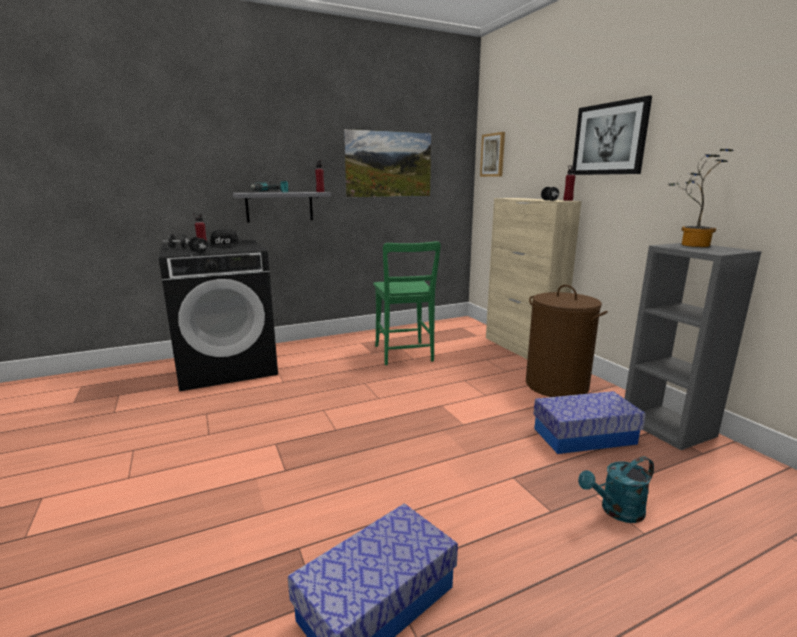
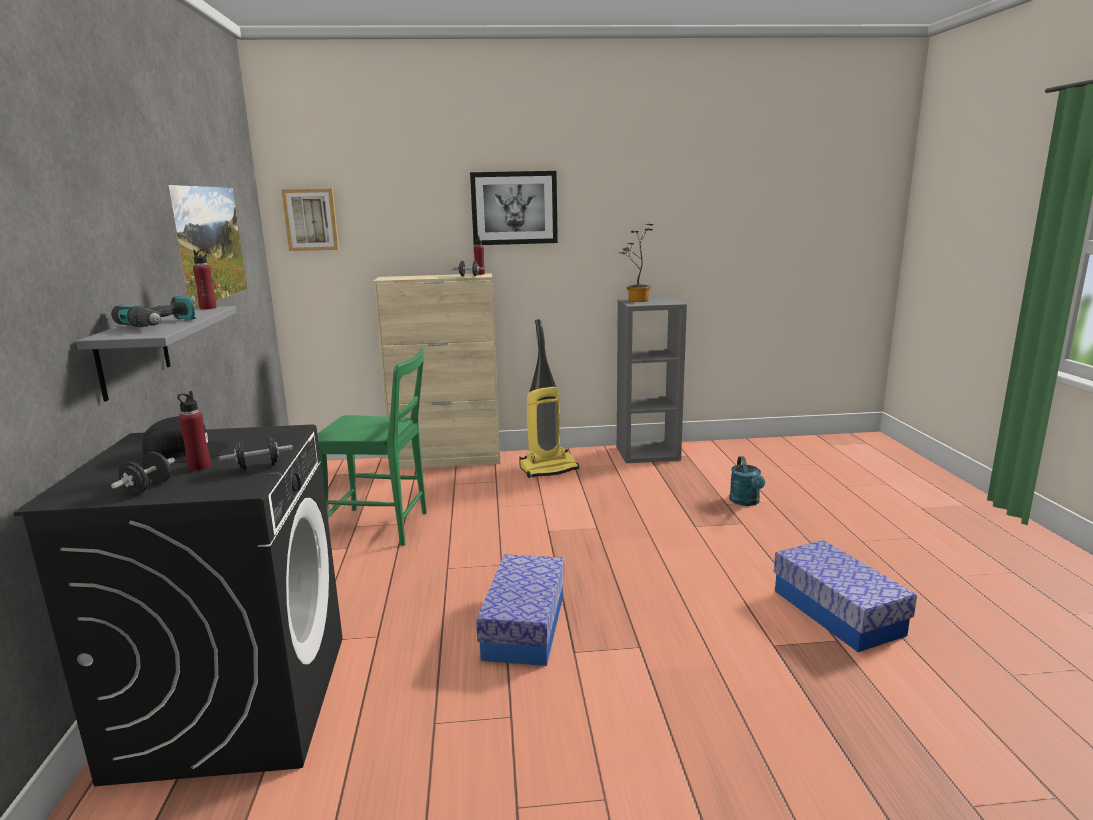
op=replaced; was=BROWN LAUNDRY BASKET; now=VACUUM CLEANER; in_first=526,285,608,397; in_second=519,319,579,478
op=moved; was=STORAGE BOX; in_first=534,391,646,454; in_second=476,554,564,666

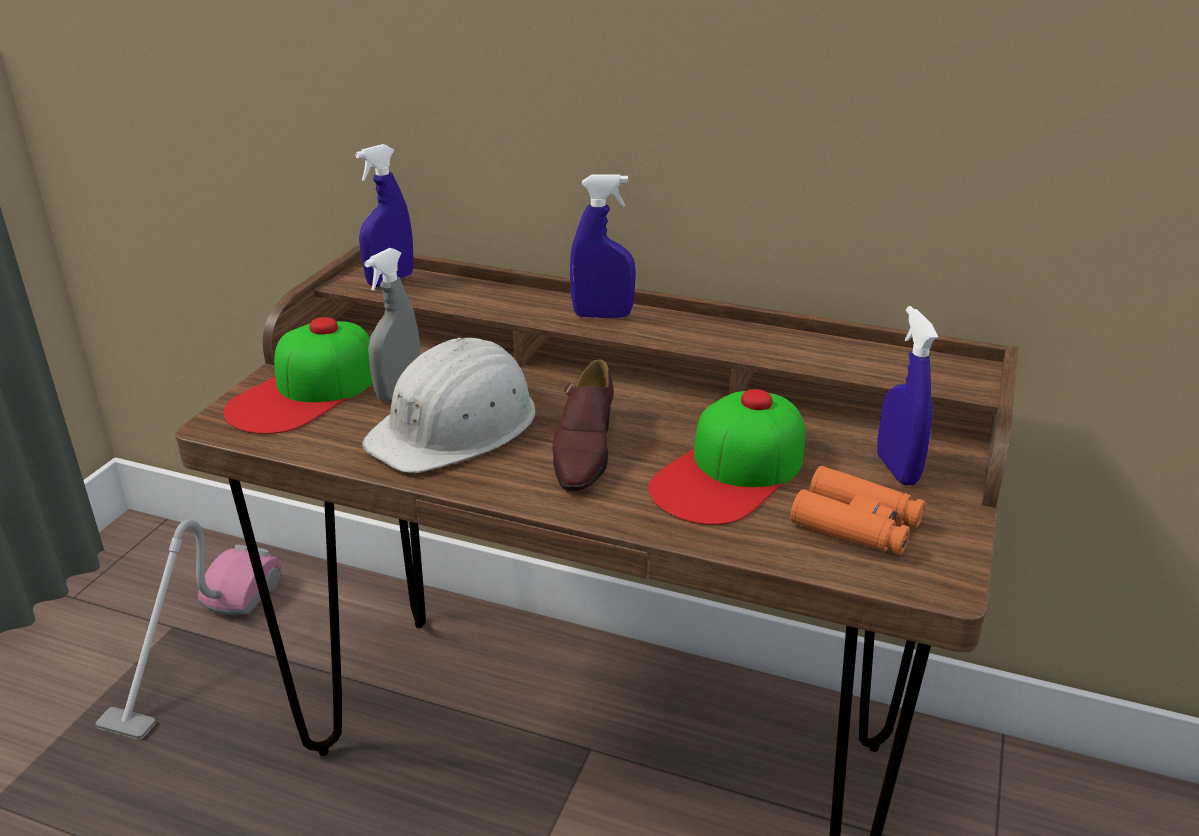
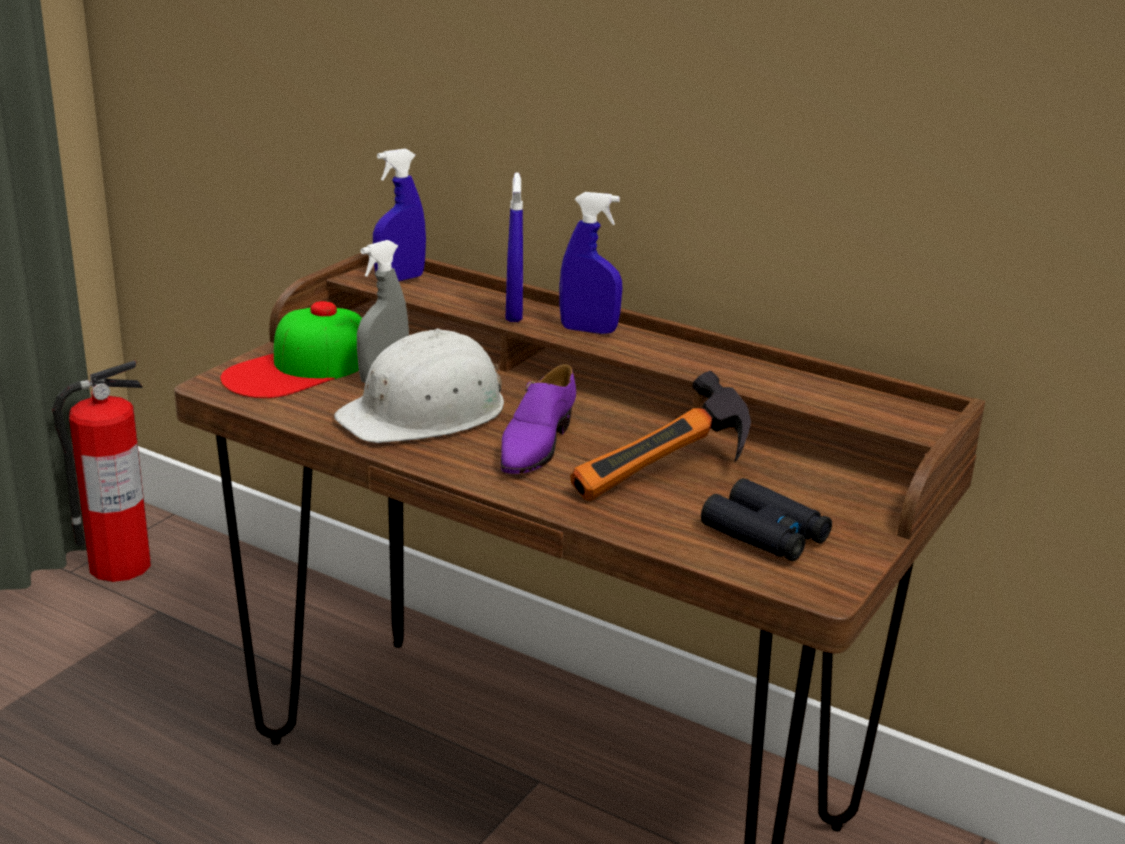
op=moved; was=BLUE SPRAY BOTTLE; in_first=877,306,938,486; in_second=505,173,523,322
op=recoloured; was=BROWN SHOE; now=PURPLE SHOE; in_first=552,360,614,491; in_second=501,364,576,474
op=replaced; was=CAP; now=HAMMER; in_first=648,389,805,525; in_second=570,371,751,501
op=recoloured; was=ORANGE BINOCULARS; now=BLACK BINOCULARS; in_first=790,466,925,555; in_second=701,478,832,561
op=removed; was=VACUUM CLEANER; in_first=96,520,281,739
op=added; now=FIRE EXTINGUISHER; in_second=52,360,151,582

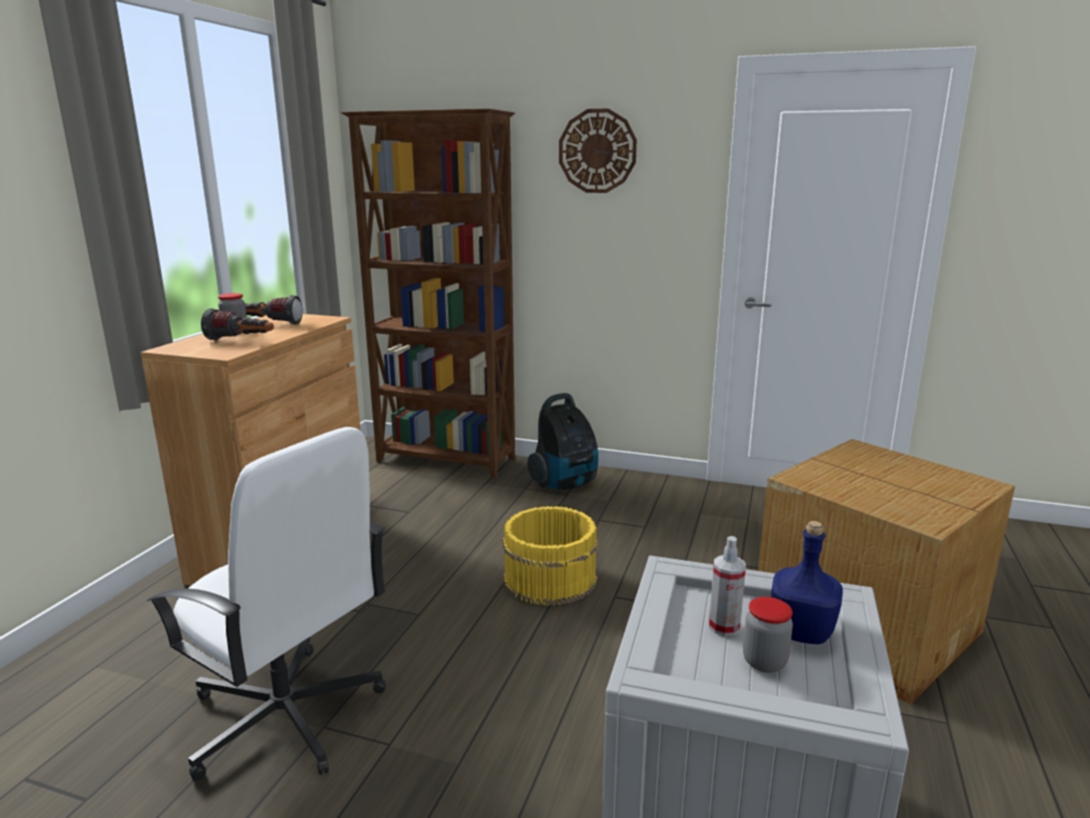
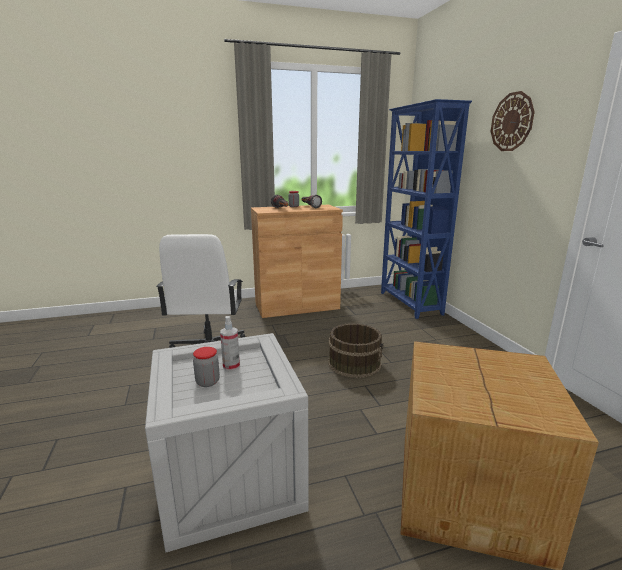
op=recoloured; was=BROWN BOOKCASE; now=BLUE BOOKCASE; in_first=341,109,515,479; in_second=381,99,472,319
op=removed; was=VACUUM CLEANER; in_first=527,393,598,490
op=recoloured; was=YELLOW BUCKET; now=BROWN BUCKET; in_first=502,506,598,606; in_second=328,323,384,378
op=removed; was=BLUE BOTTLE; in_first=771,521,843,644

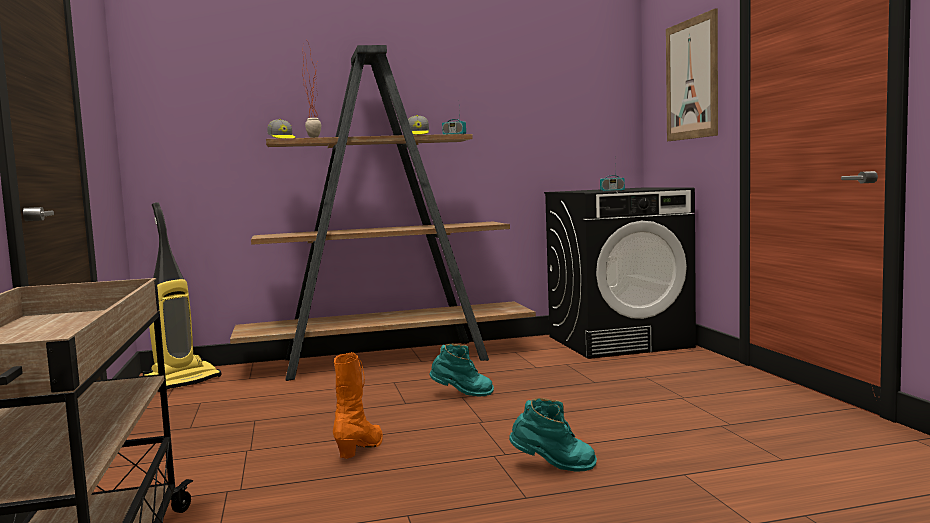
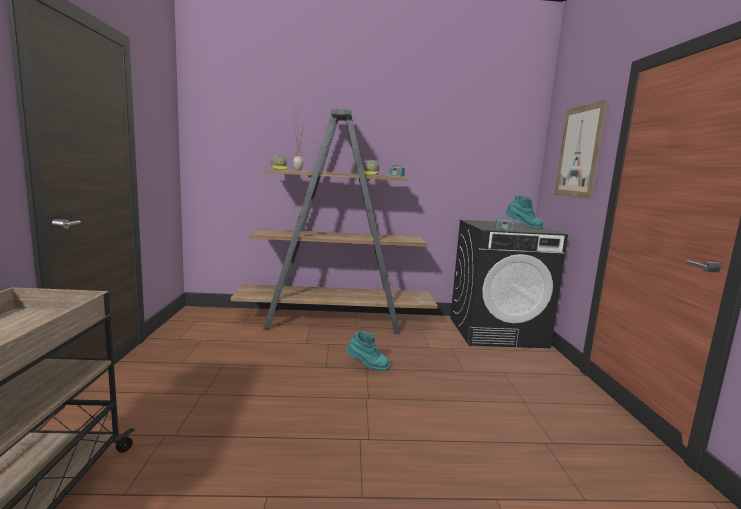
op=removed; was=VACUUM CLEANER; in_first=143,202,221,392
op=removed; was=ORANGE BOOT; in_first=333,352,383,459
op=moved; was=TURQUOISE BOOT; in_first=509,398,597,472; in_second=505,195,543,229

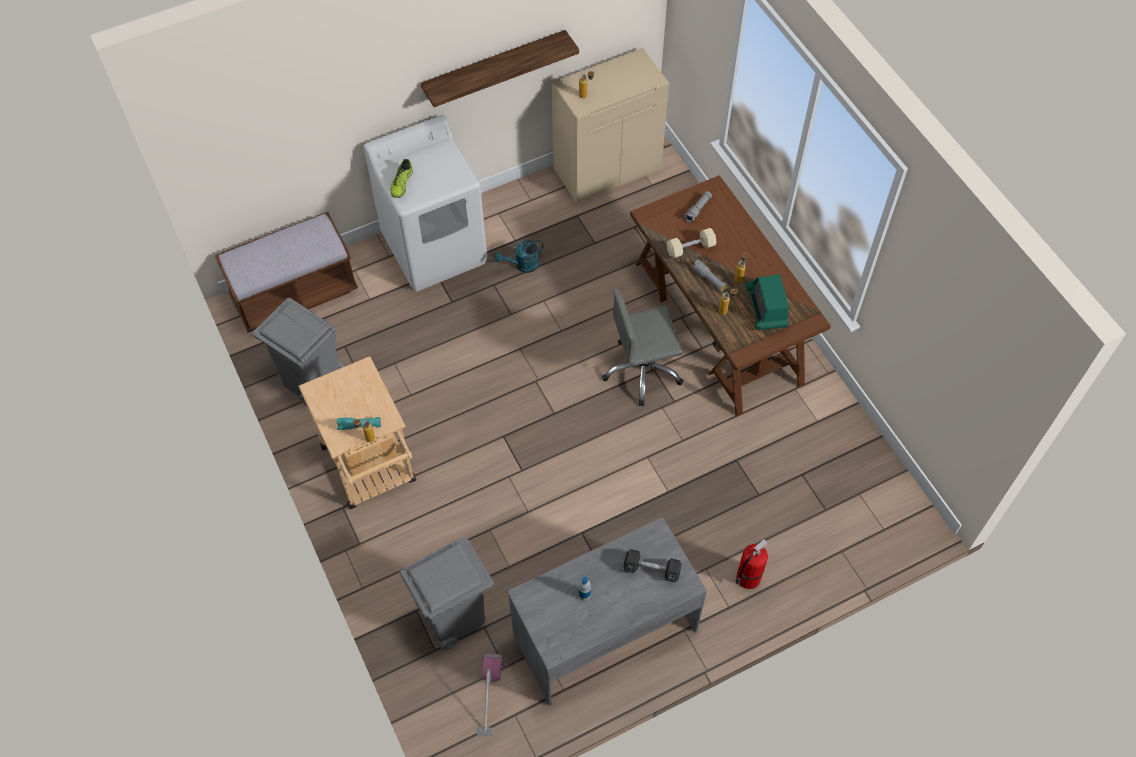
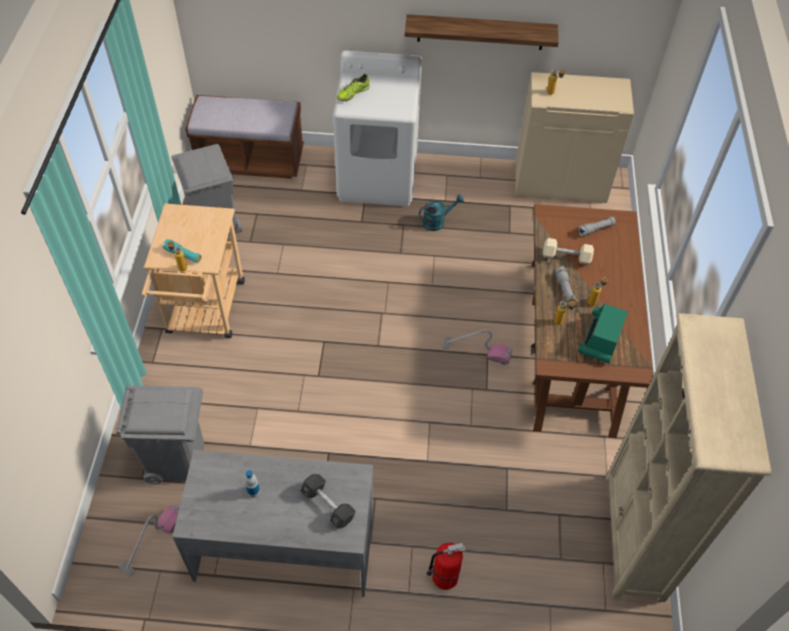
op=turned; was=TURQUOISE WATERING CAN; in_first=495,239,544,273; in_second=419,194,464,231; clockwise=150
op=replaced; was=GREY OFFICE CHAIR; now=VACUUM CLEANER; in_first=602,288,683,406; in_second=442,329,512,365
op=added; now=BEIGE BOOKCASE; in_second=606,313,771,602

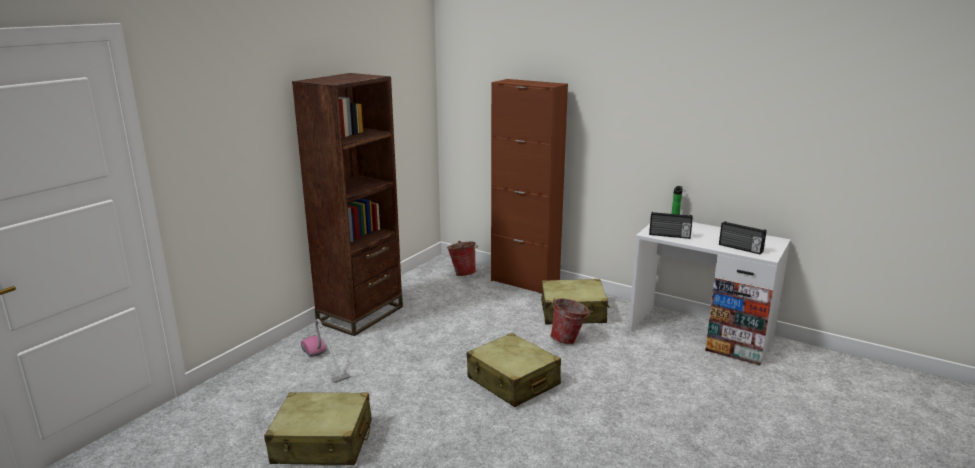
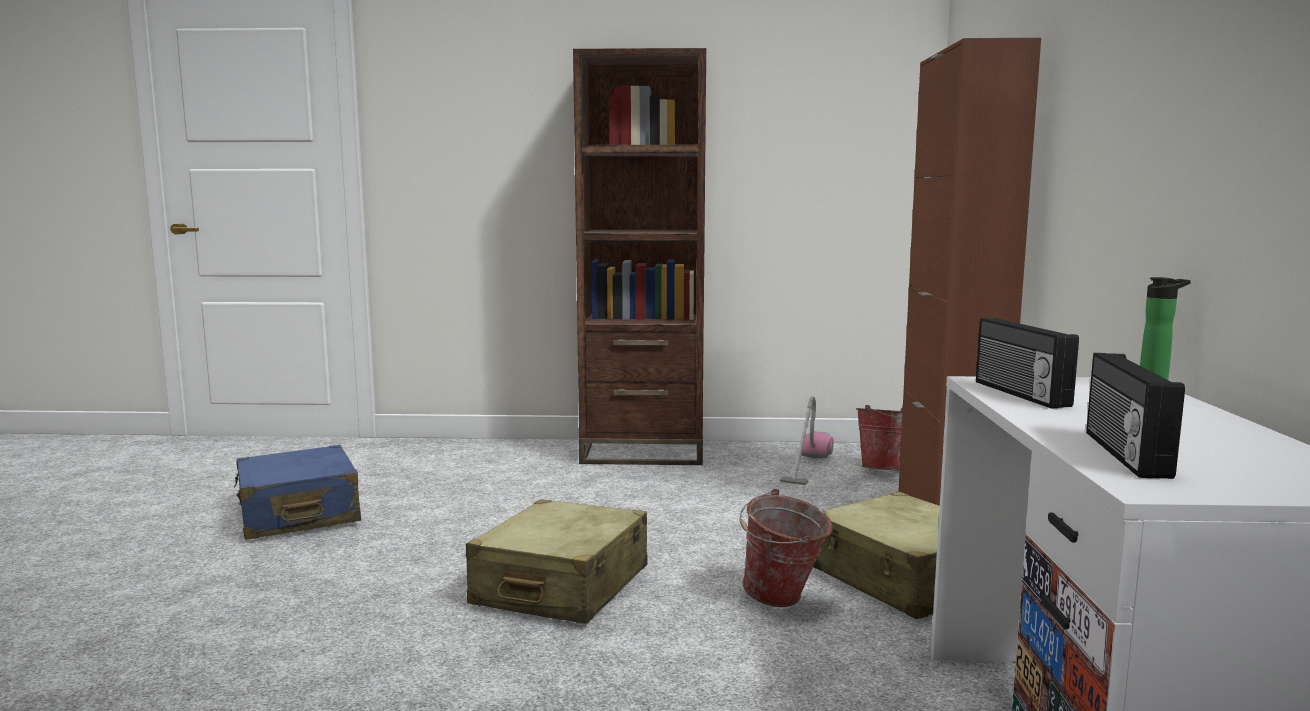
op=moved; was=VACUUM CLEANER; in_first=301,319,350,383; in_second=780,396,834,485
op=recoloured; was=BEIGE SUITCASE; now=BLUE SUITCASE; in_first=264,392,372,465; in_second=234,445,361,540

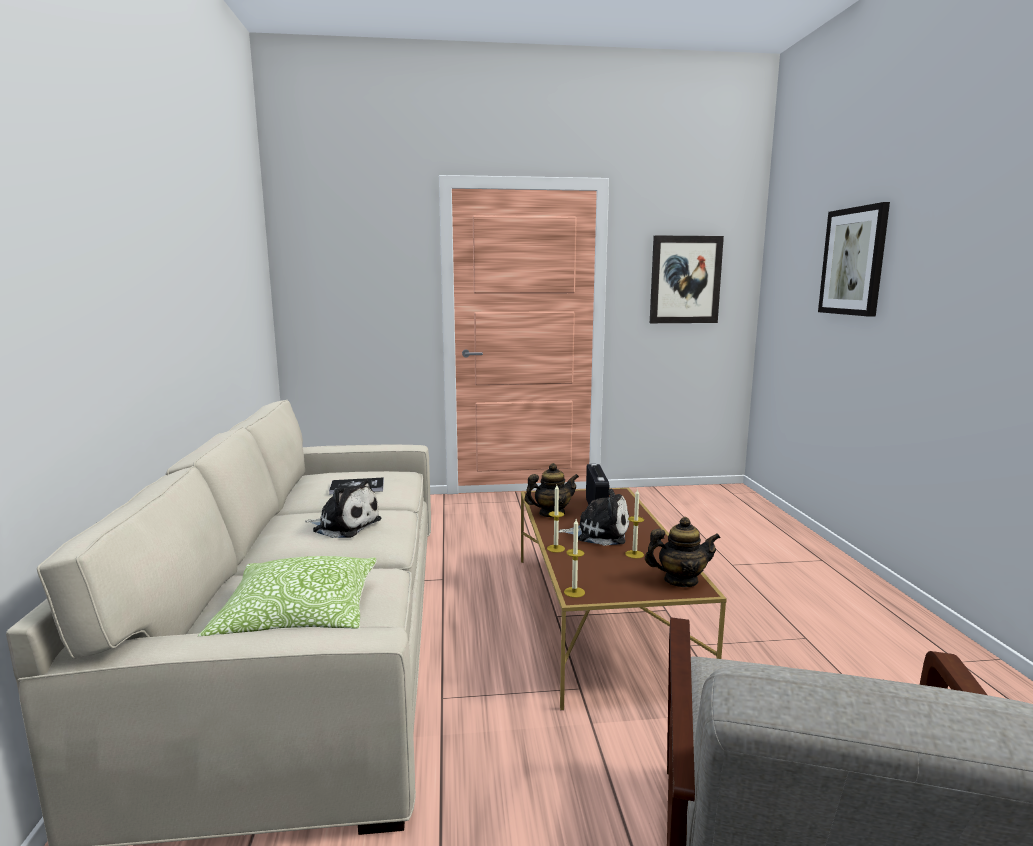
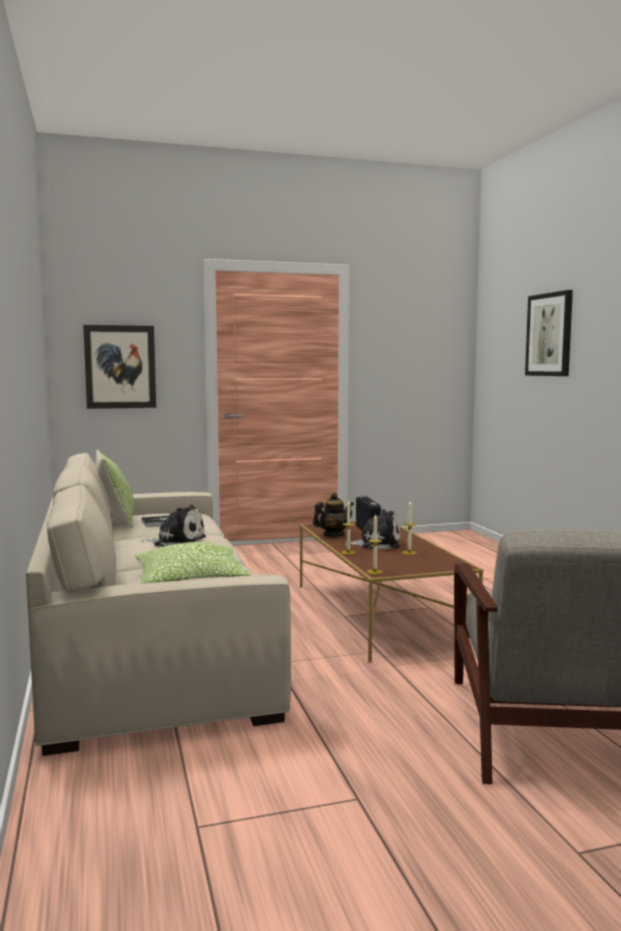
op=moved; was=PICTURE; in_first=650,235,724,323; in_second=83,325,156,409
op=removed; was=TEAPOT; in_first=645,517,721,587
op=added; now=PILLOW; in_second=96,450,134,528

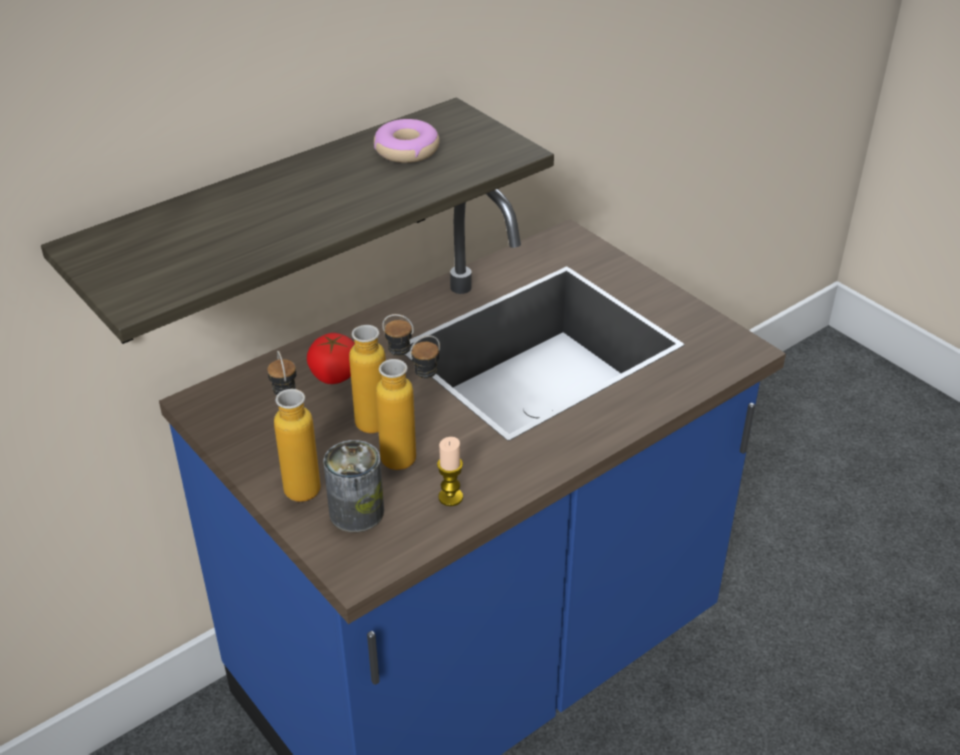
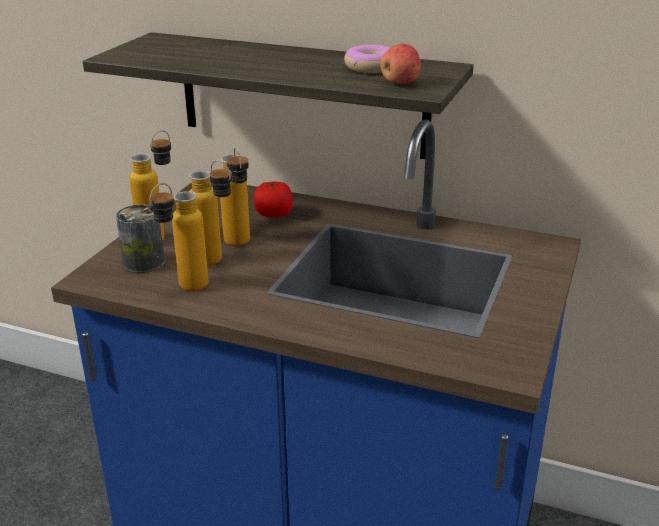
op=replaced; was=CANDLE; now=BOTTLE; in_first=437,437,463,506; in_second=149,183,208,291
op=added; now=APPLE; in_second=380,44,421,84

